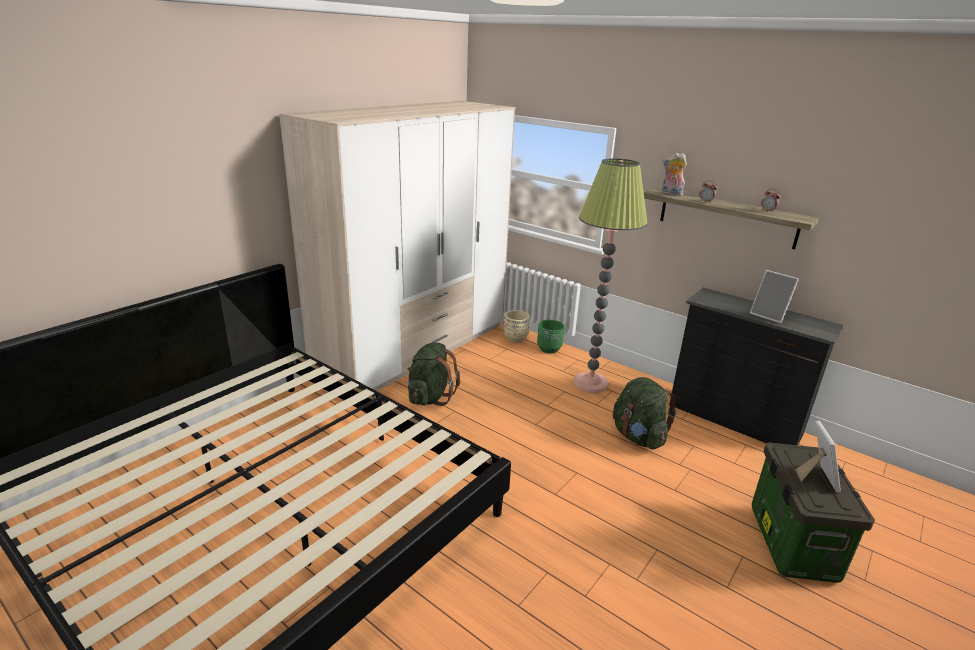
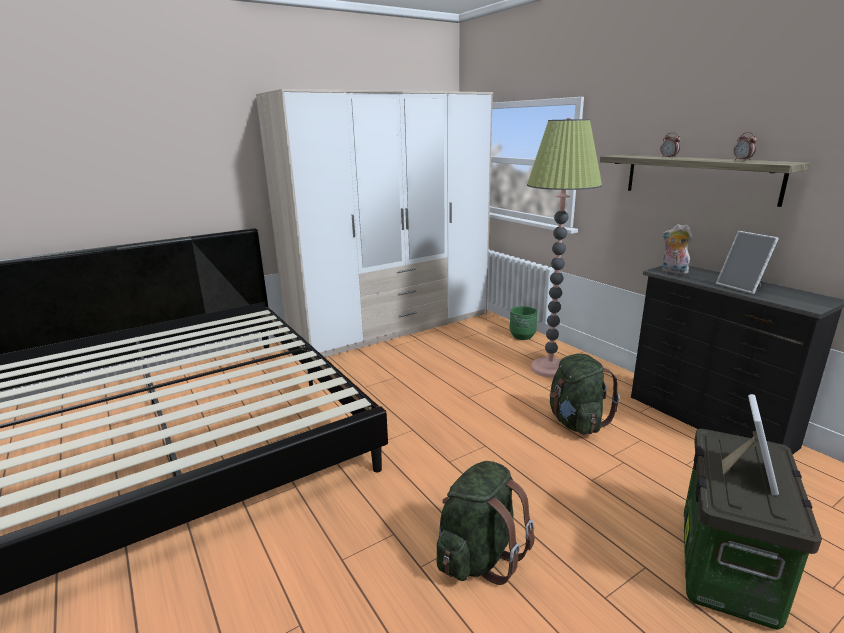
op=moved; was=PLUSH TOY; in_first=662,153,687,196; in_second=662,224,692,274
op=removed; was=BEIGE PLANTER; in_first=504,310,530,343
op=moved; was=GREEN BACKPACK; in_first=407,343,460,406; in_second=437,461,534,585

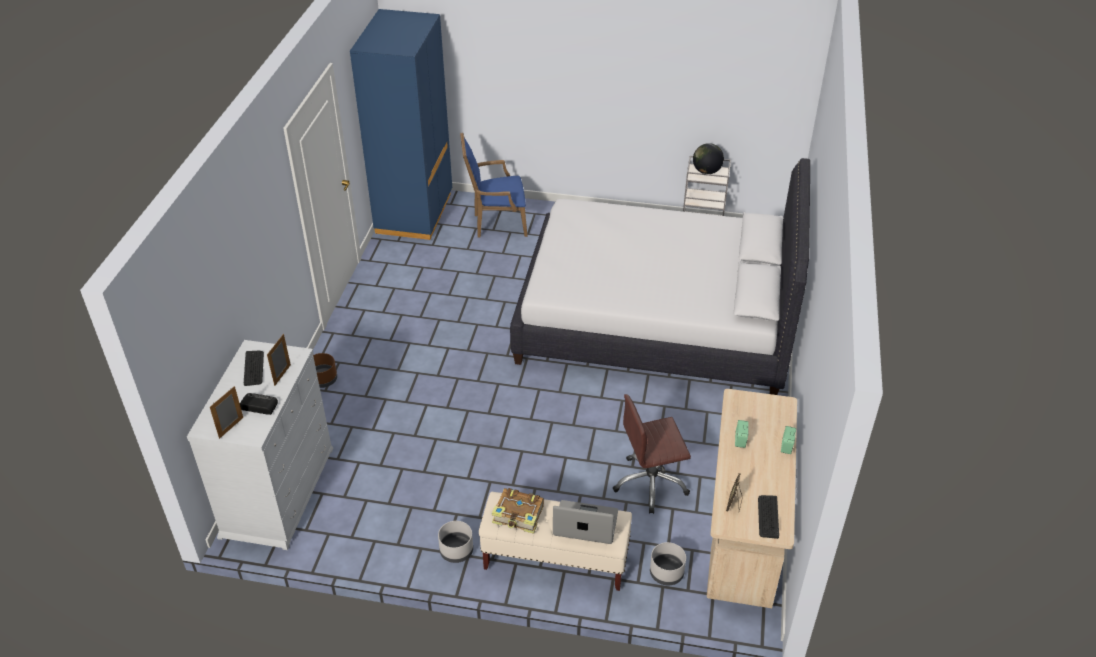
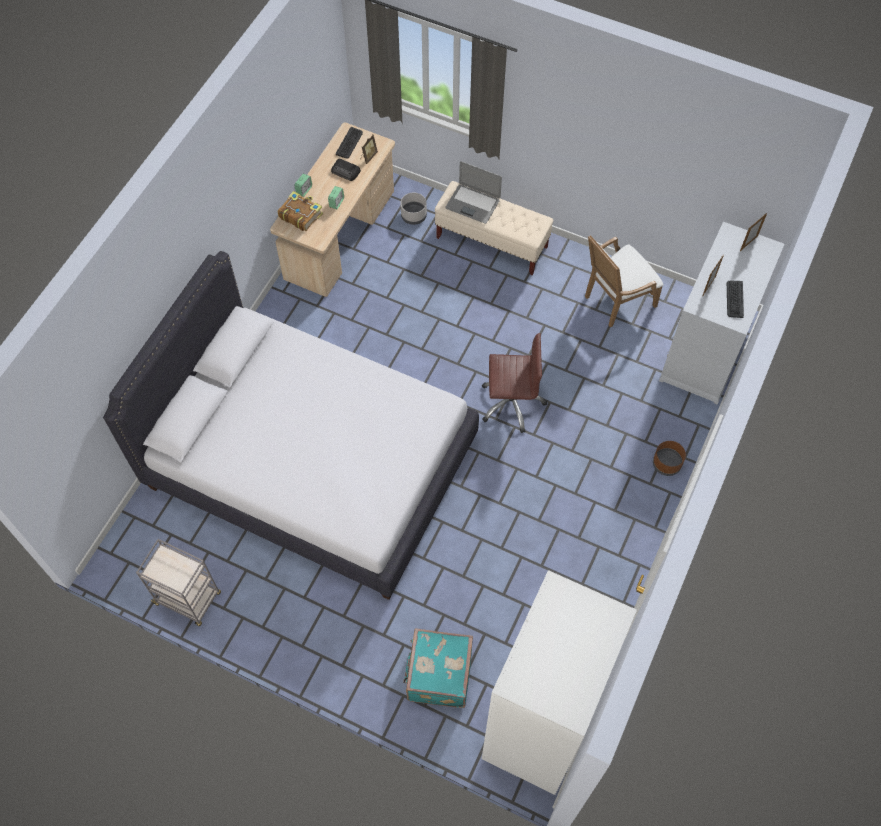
op=recoloured; was=BLUE WARDROBE; now=WHITE WARDROBE; in_first=350,9,452,240; in_second=482,570,637,795
op=replaced; was=BLUE ARMCHAIR; now=TURQUOISE SUITCASE; in_first=460,132,528,238; in_second=403,628,473,708
op=removed; was=GLOBE; in_first=693,143,724,174
op=moved; was=RADIO; in_first=240,393,278,415; in_second=331,159,361,181
op=moved; was=BROWN OFFICE CHAIR; in_first=613,394,691,514; in_second=482,333,547,433
op=moved; was=BOOK; in_first=492,488,544,534; in_second=278,191,323,231
op=removed; was=GREY PLANTER; in_first=438,521,473,563
op=added; now=WHITE ARMCHAIR; in_second=585,235,663,328

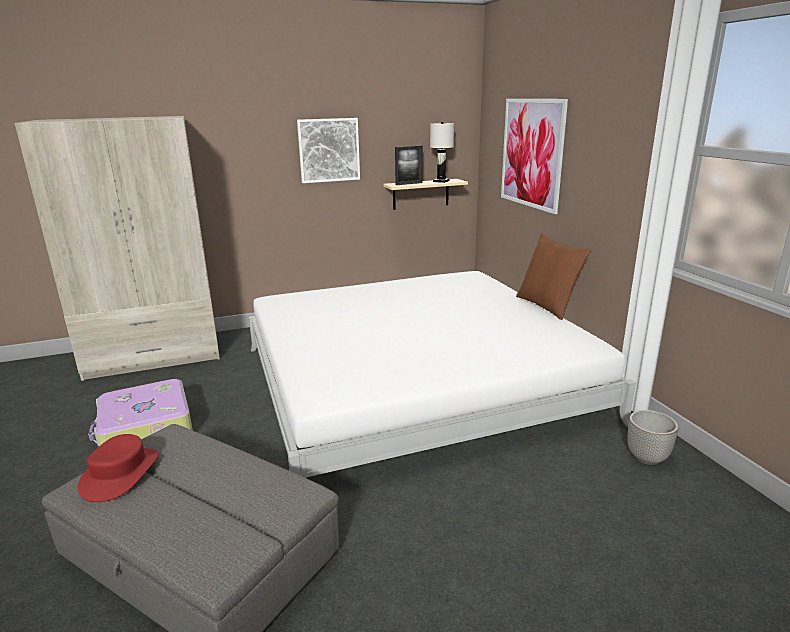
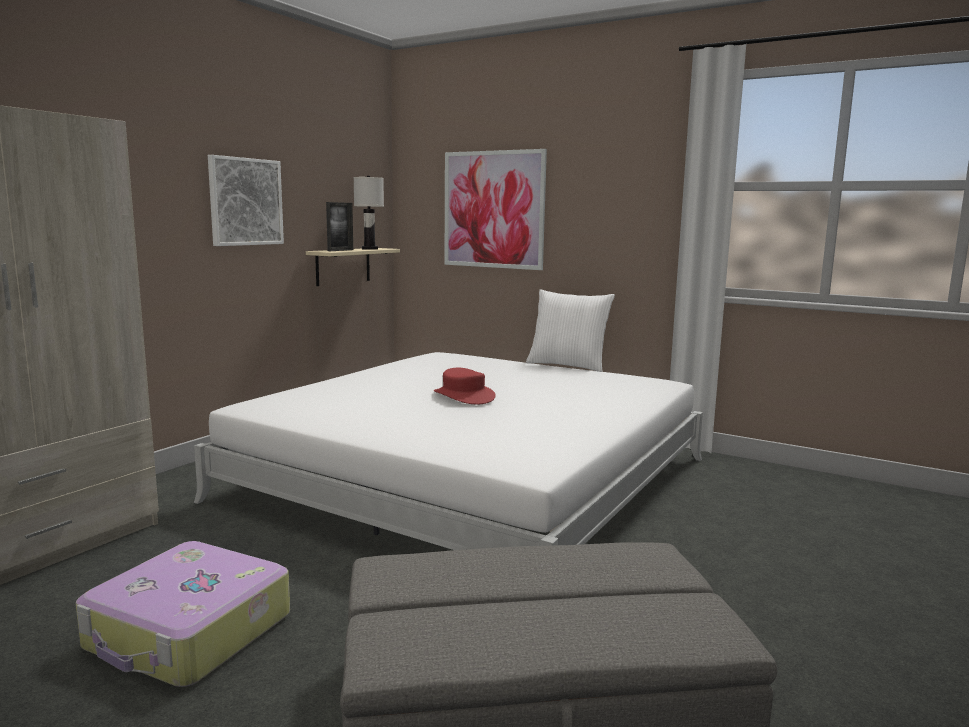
op=recoloured; was=BROWN PILLOW; now=WHITE PILLOW; in_first=516,233,591,320; in_second=526,290,615,372
op=removed; was=PLANTER; in_first=627,410,679,465
op=moved; was=RED HAT; in_first=78,434,159,502; in_second=434,368,496,404

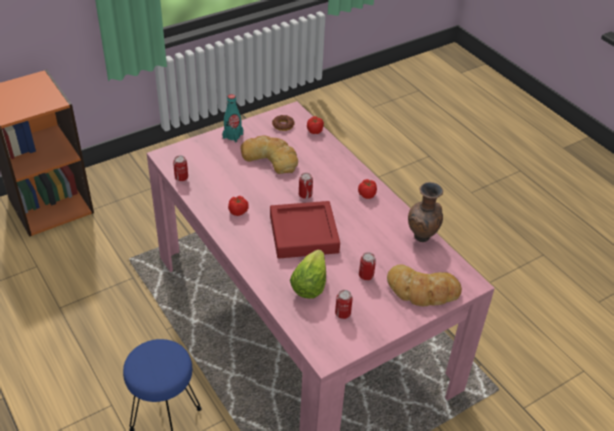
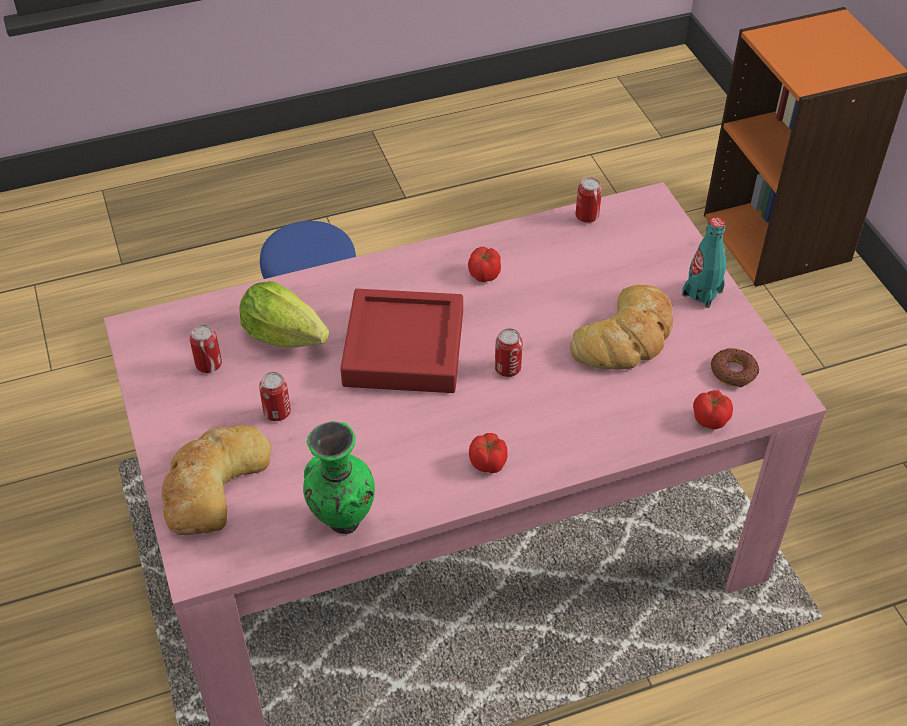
op=recoloured; was=BROWN VASE; now=GREEN VASE; in_first=408,182,443,242; in_second=303,421,375,534

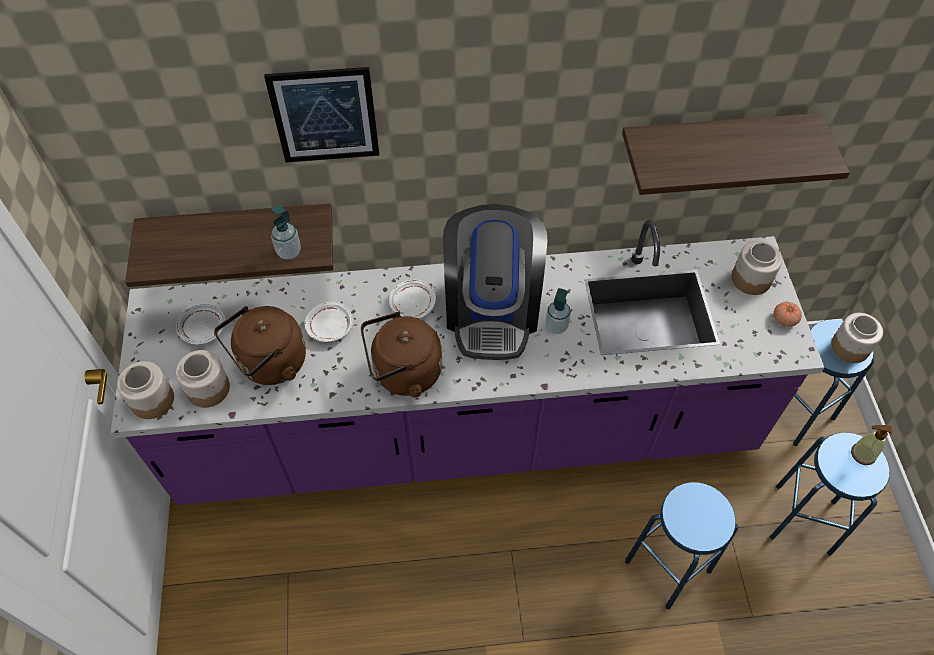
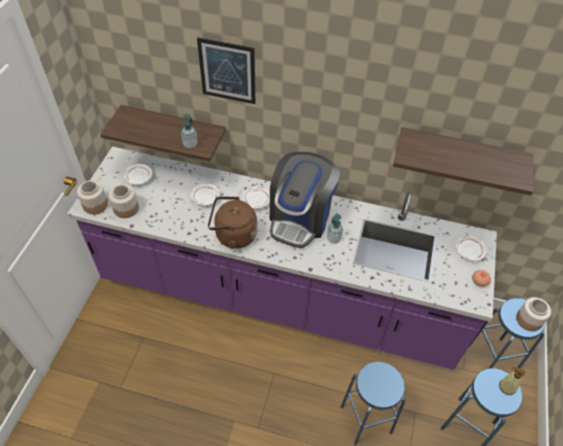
op=replaced; was=JAR; now=WHITE PLATE; in_first=731,241,782,295; in_second=456,235,487,261
op=removed; was=BROWN KETTLE; in_first=214,306,306,385

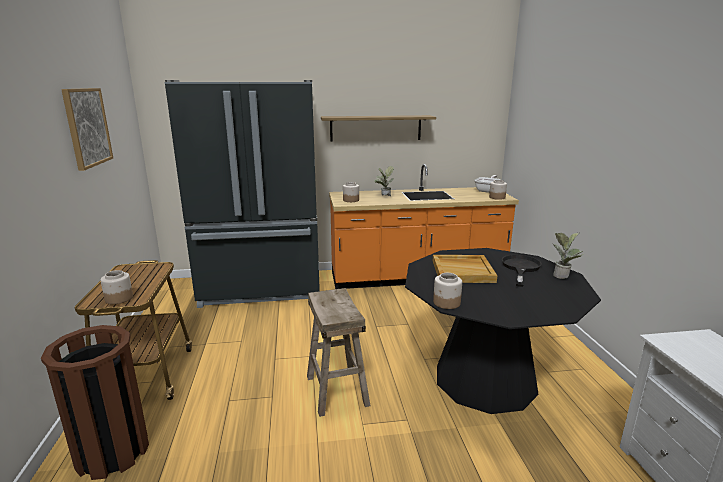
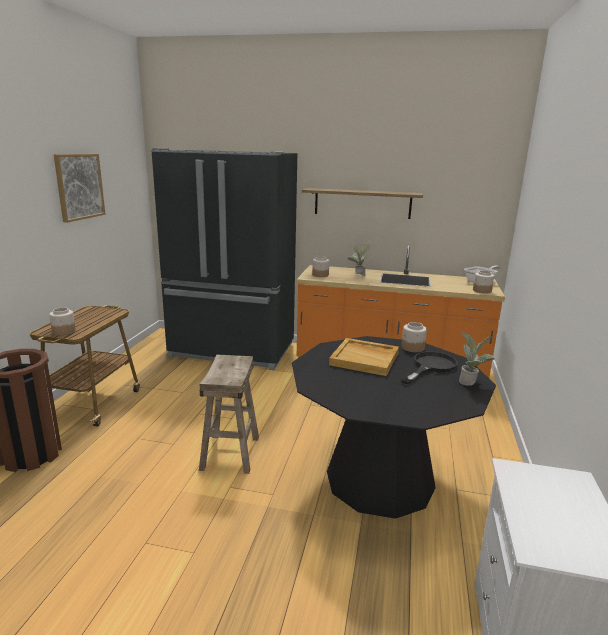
op=moved; was=JAR; in_first=433,273,462,309; in_second=401,322,427,352

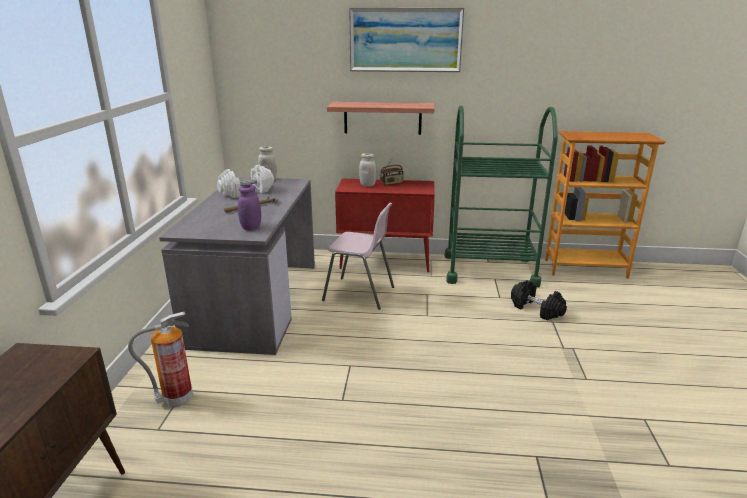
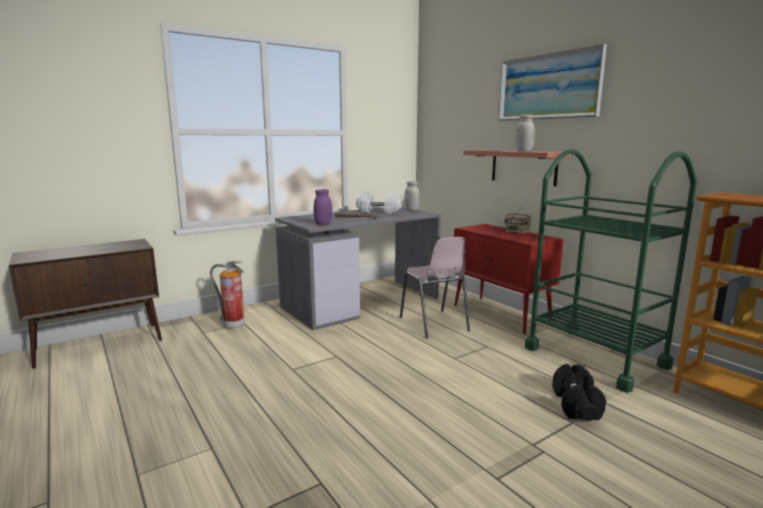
op=moved; was=WHITE JAR; in_first=359,153,376,187; in_second=515,115,535,152

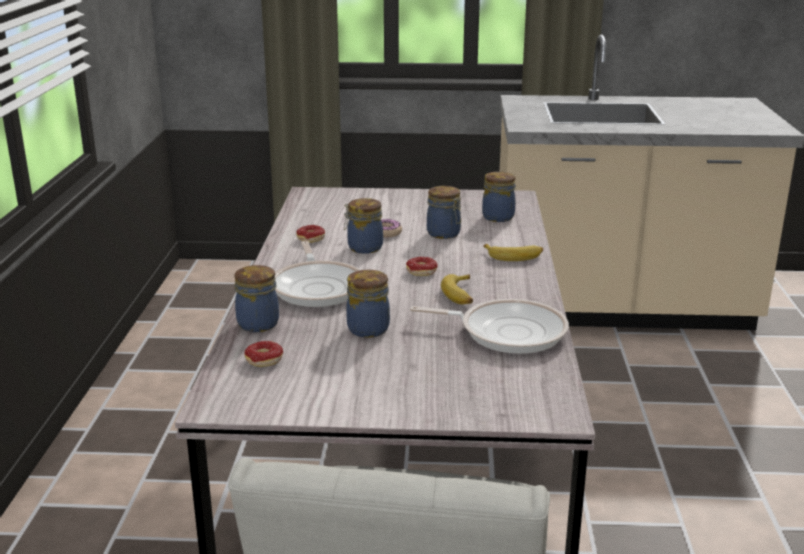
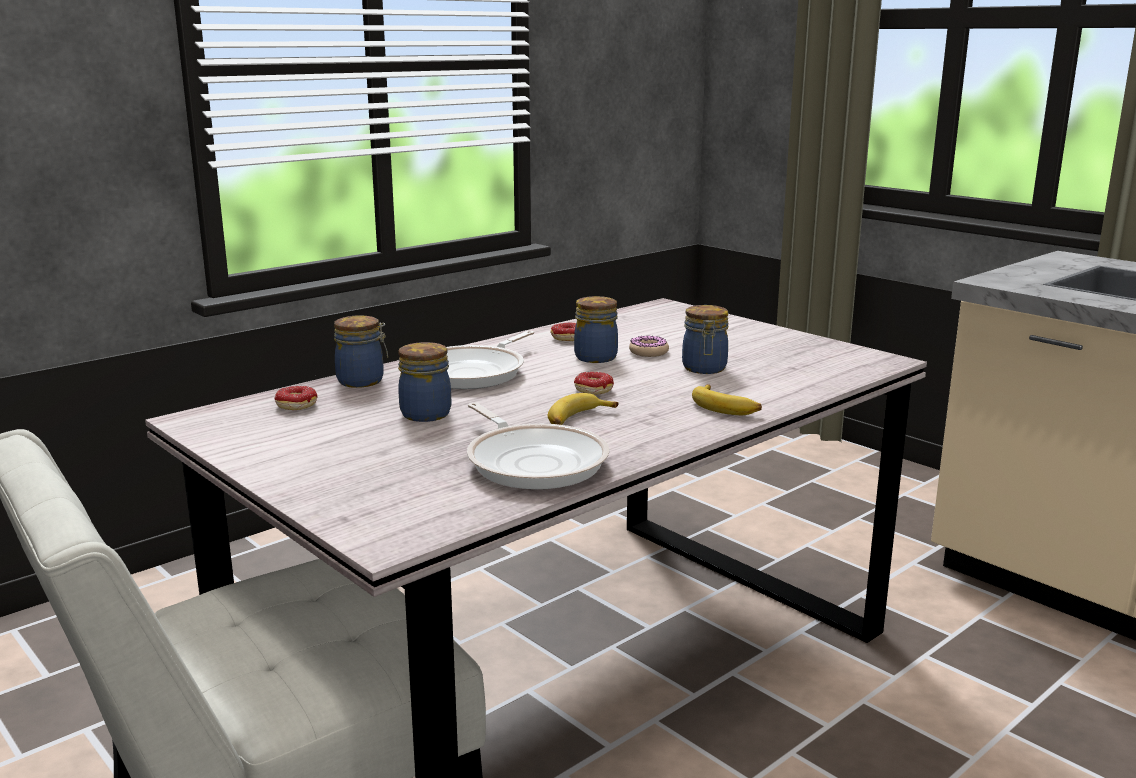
op=removed; was=JAR; in_first=482,171,515,222

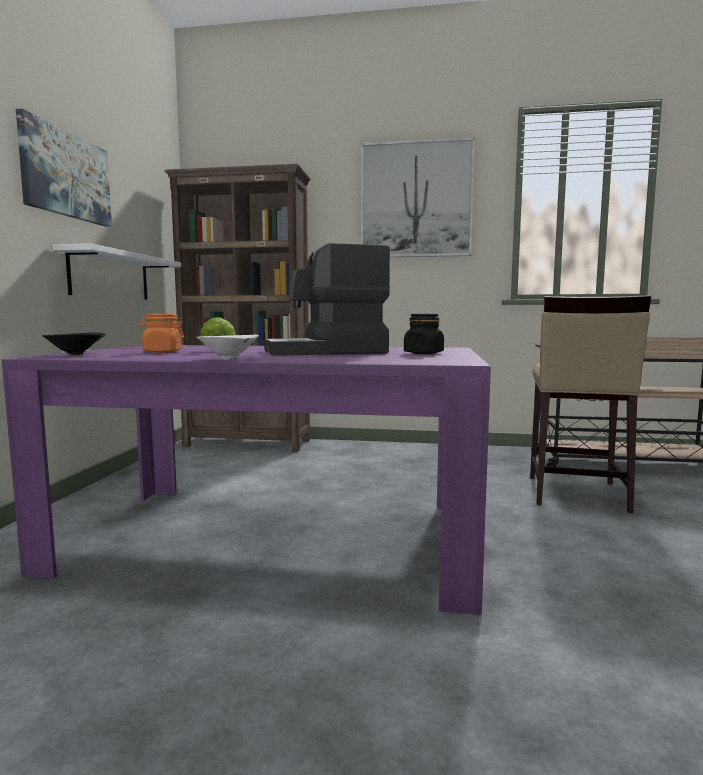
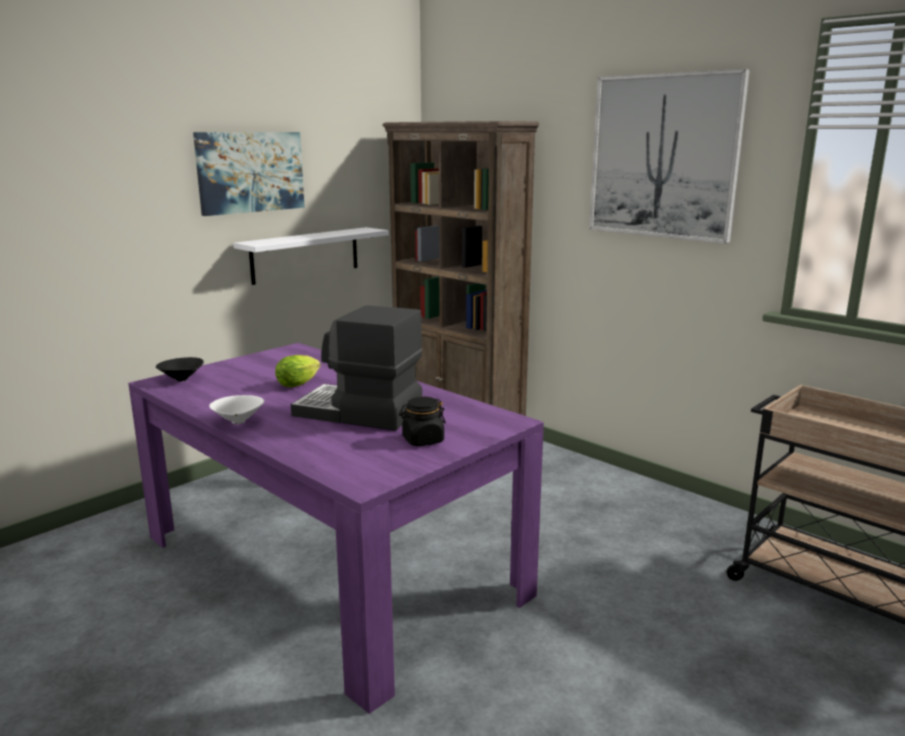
op=removed; was=BEIGE STOOL; in_first=530,295,651,513
op=removed; was=ORANGE JAR; in_first=138,314,184,353

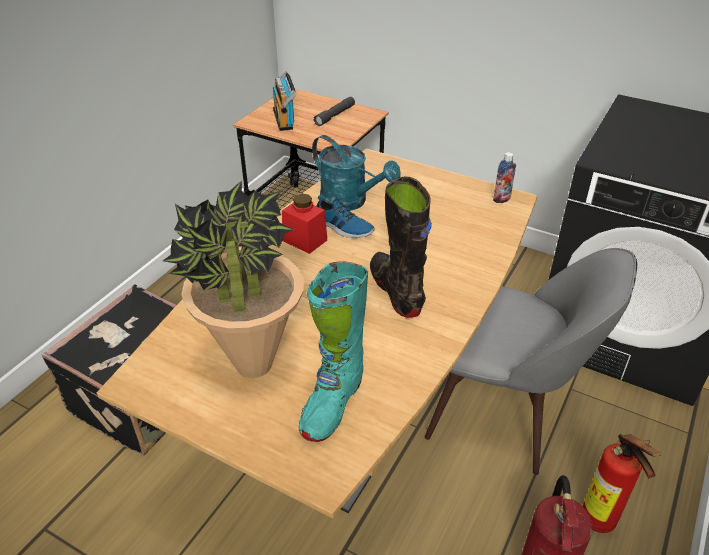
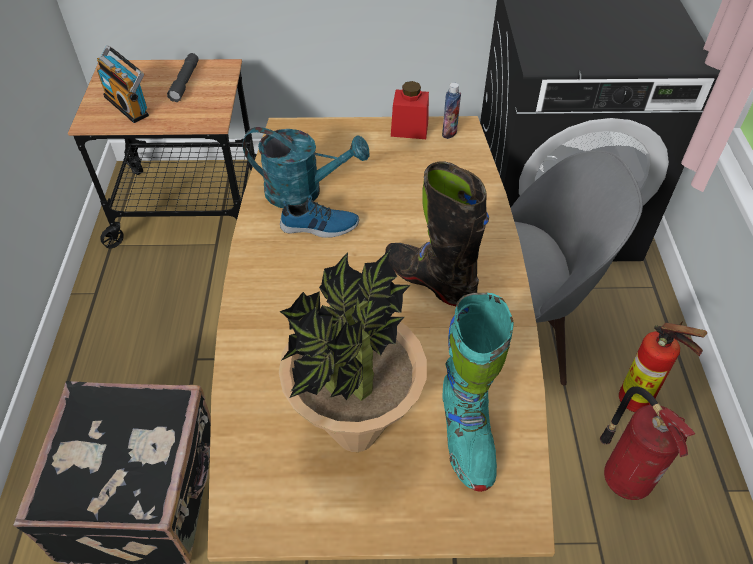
op=moved; was=RED JAR; in_first=282,194,327,254; in_second=391,81,429,139

